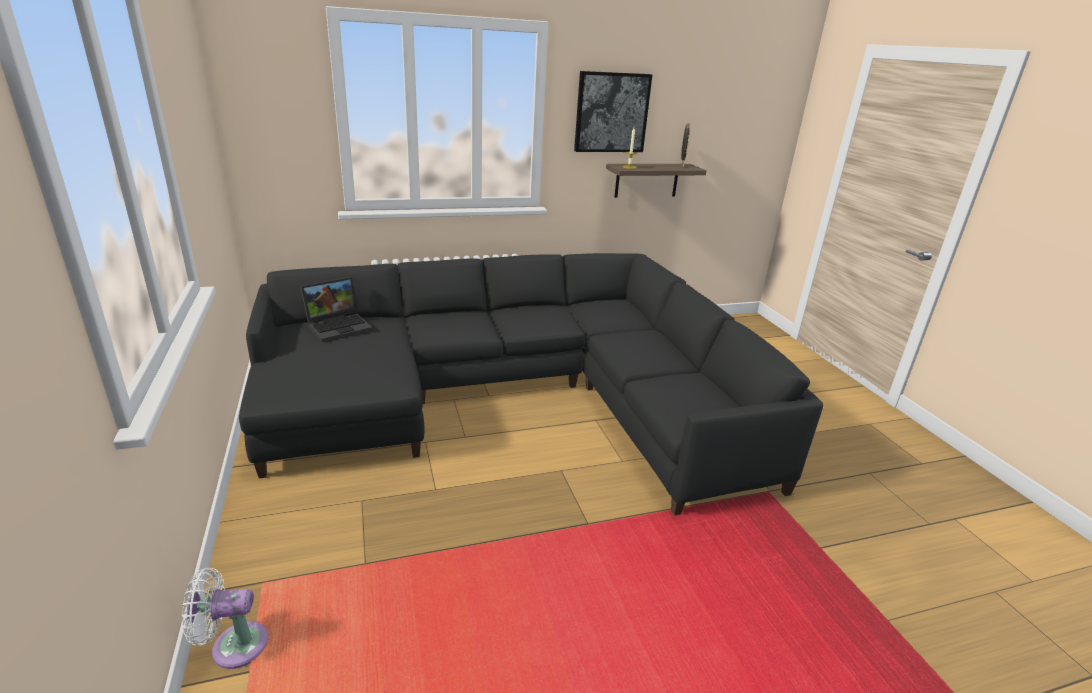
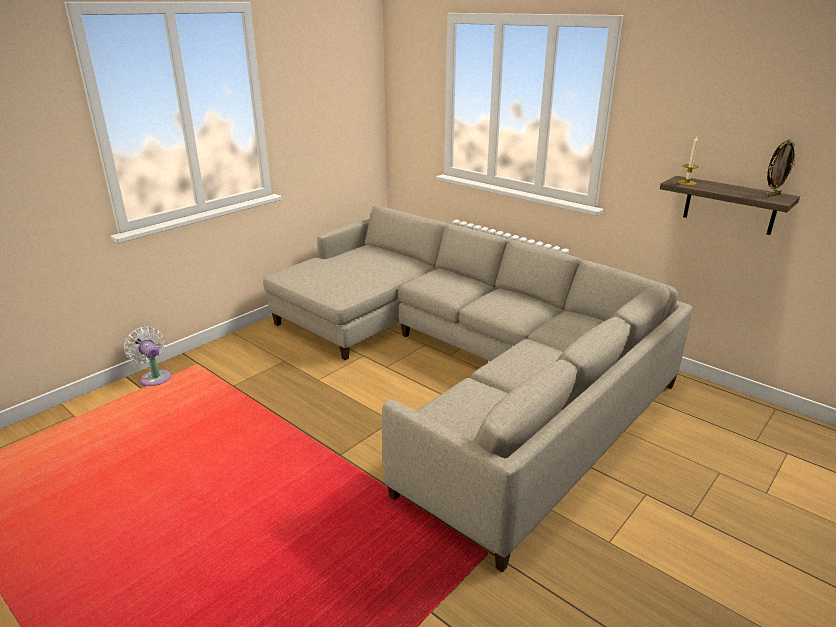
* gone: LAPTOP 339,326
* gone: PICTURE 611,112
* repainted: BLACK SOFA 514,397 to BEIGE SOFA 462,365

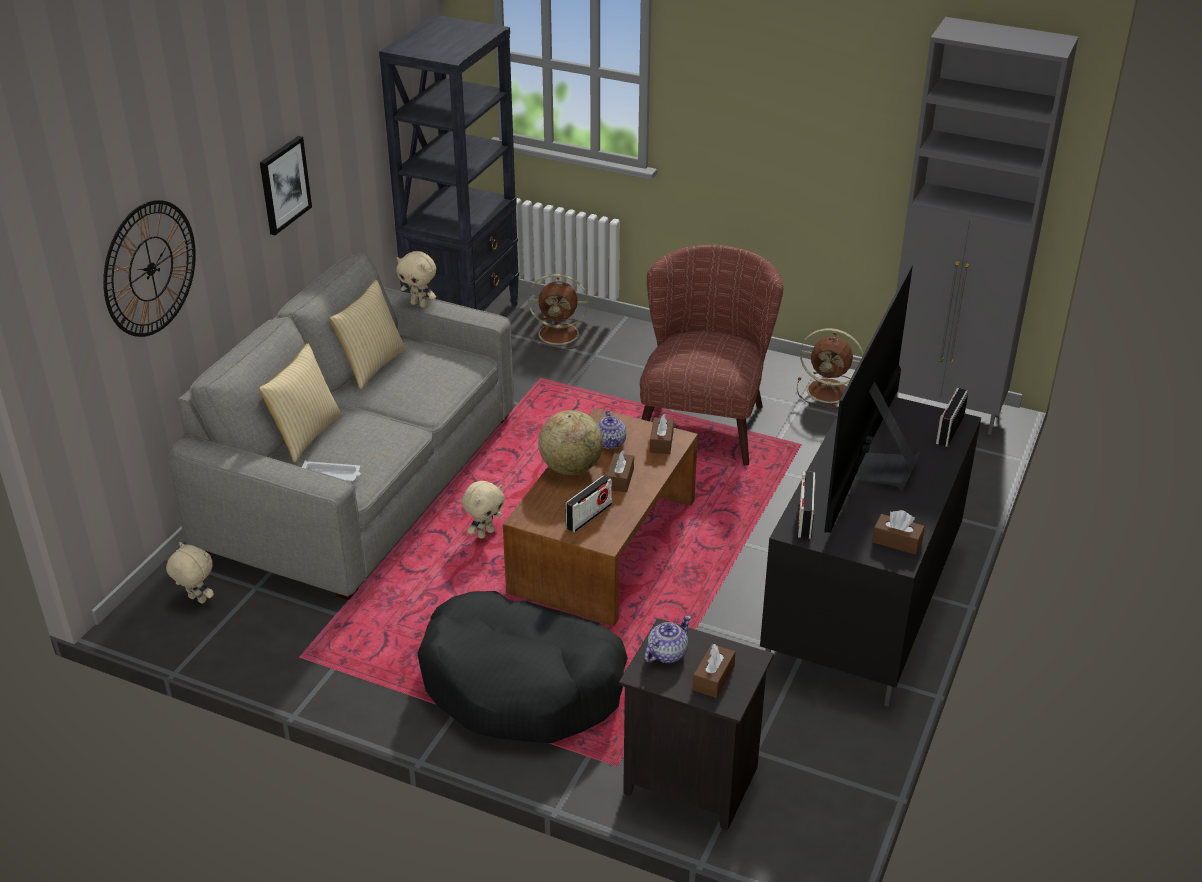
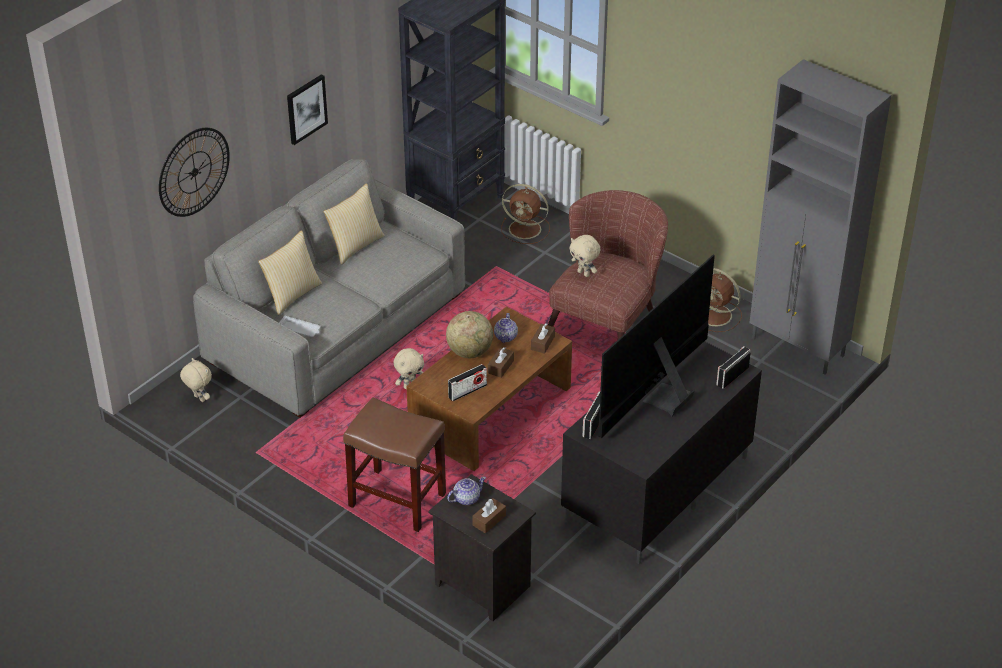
* gone: BROWN TISSUE BOX 897,541
* shifted: BEIGE PLUSH TOY 419,304 to 584,273
* swapped: BLACK DOG BED 522,685 to BROWN STOOL 396,500

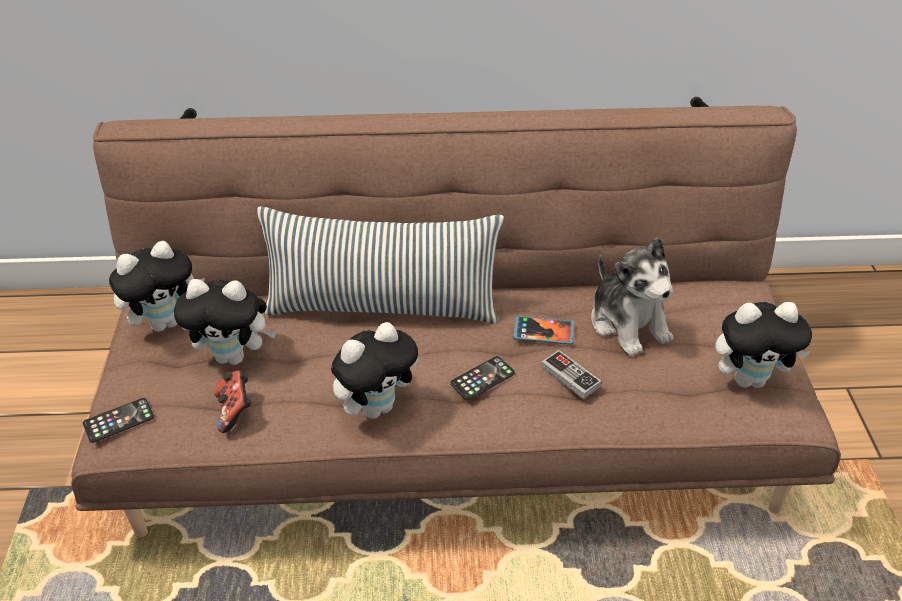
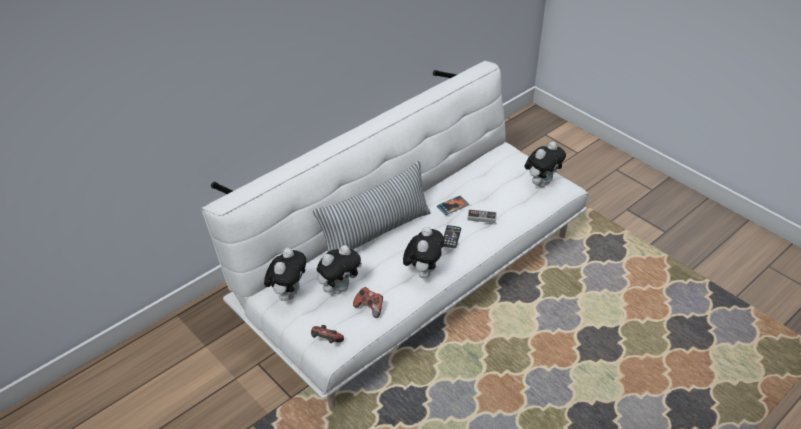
* gone: PLUSH TOY 628,324
* swapped: PHONE 119,420 to GAME CONTROLLER 326,341
* repainted: BROWN SOFA 452,423 to WHITE SOFA 412,278

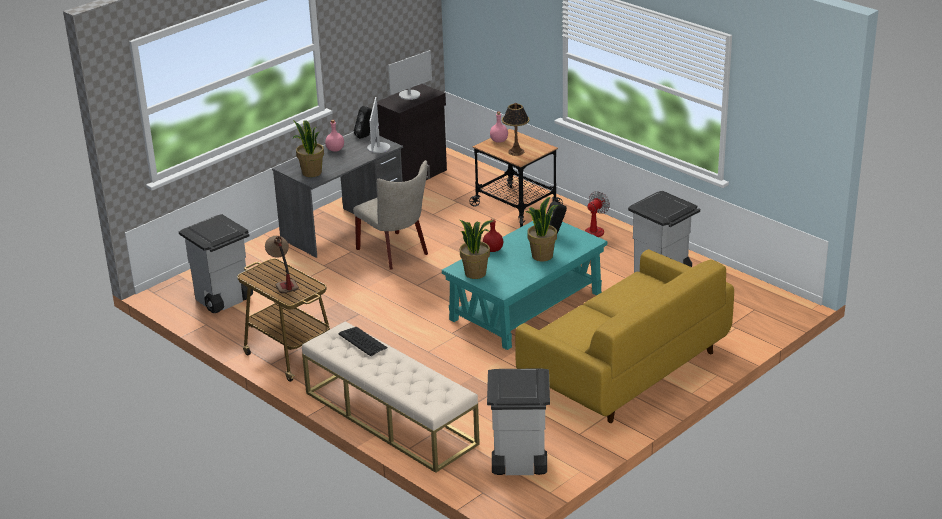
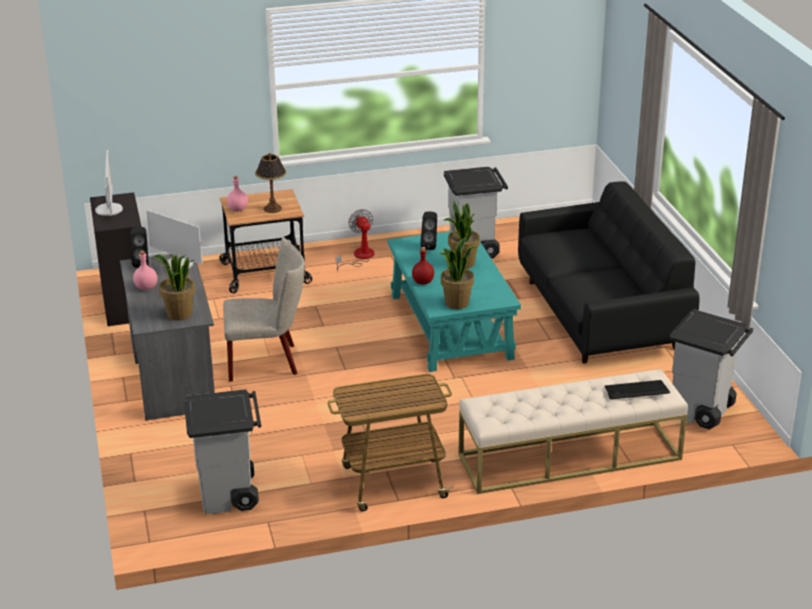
* gone: TABLE LAMP 283,281
* shifted: KEYBOARD 362,342 to 636,390
* repainted: YELLOW SOFA 624,367 to BLACK SOFA 600,315

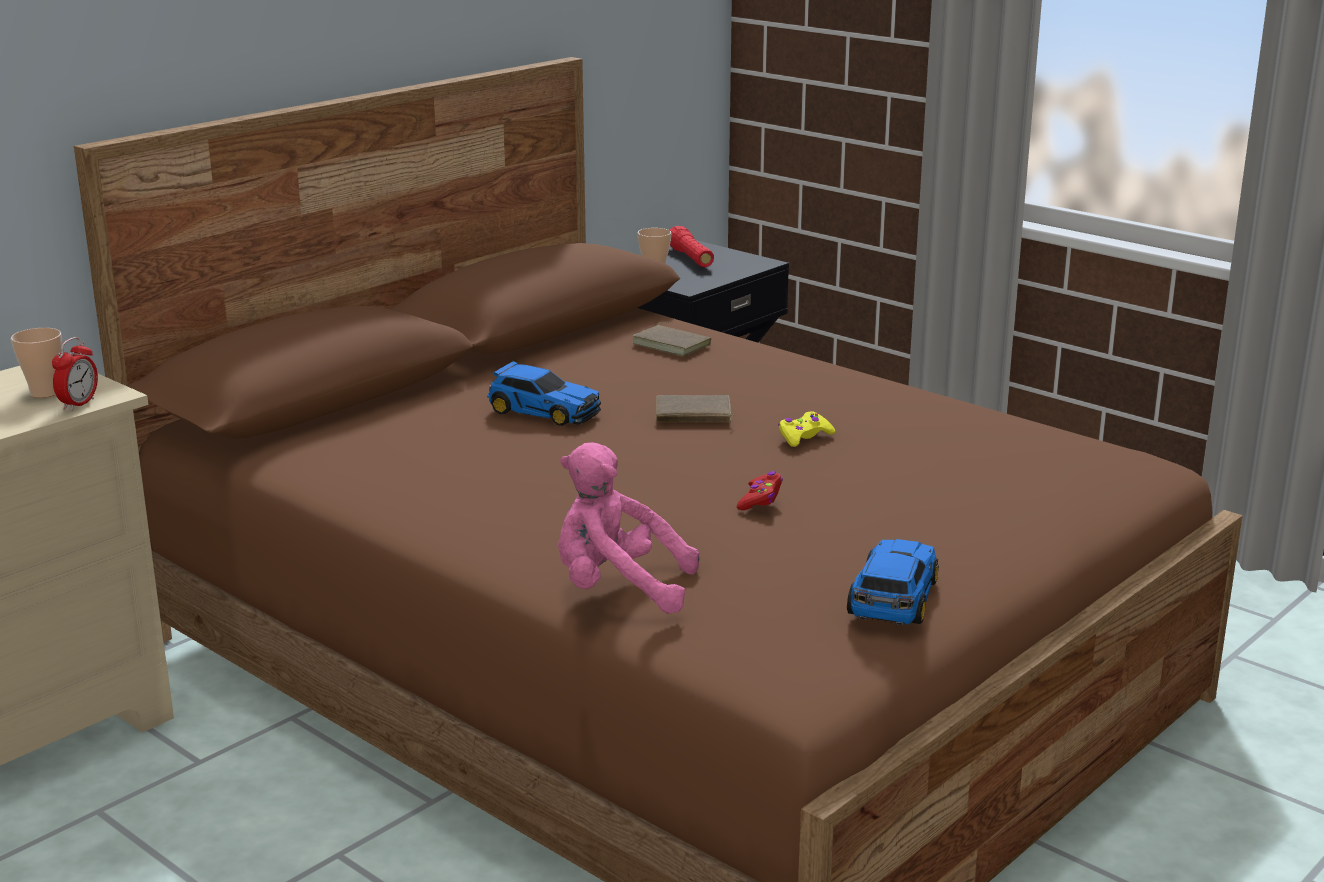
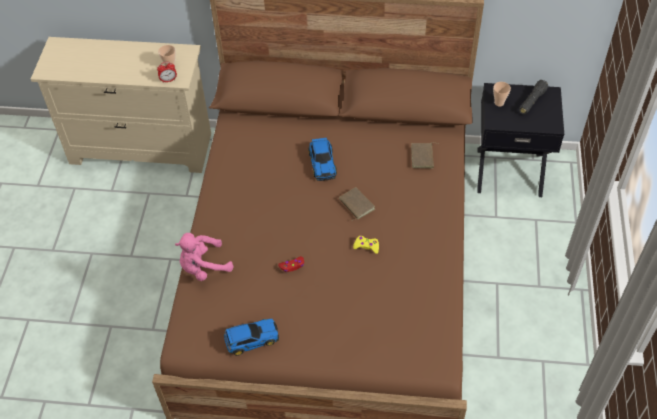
* repainted: RED FLASHLIGHT 691,258 to BLACK FLASHLIGHT 532,101
* rotated: PINK PLUSH TOY 617,590 = 203,267 90 degrees counterclockwise

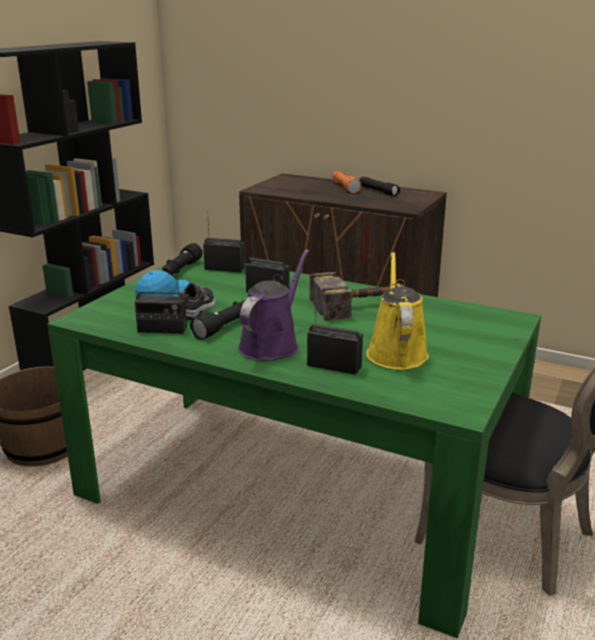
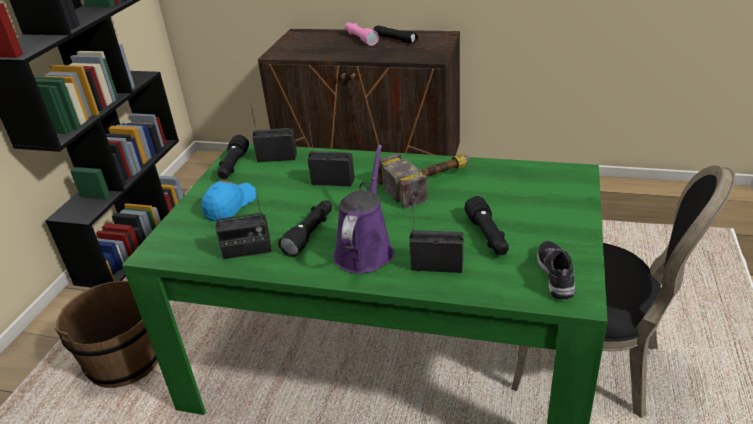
* shifted: SHOE 197,309 to 555,274
* swapped: YELLOW WATERING CAN 396,352 to BLACK FLASHLIGHT 487,236
* repainted: ORANGE FLASHLIGHT 344,187 to PINK FLASHLIGHT 360,39

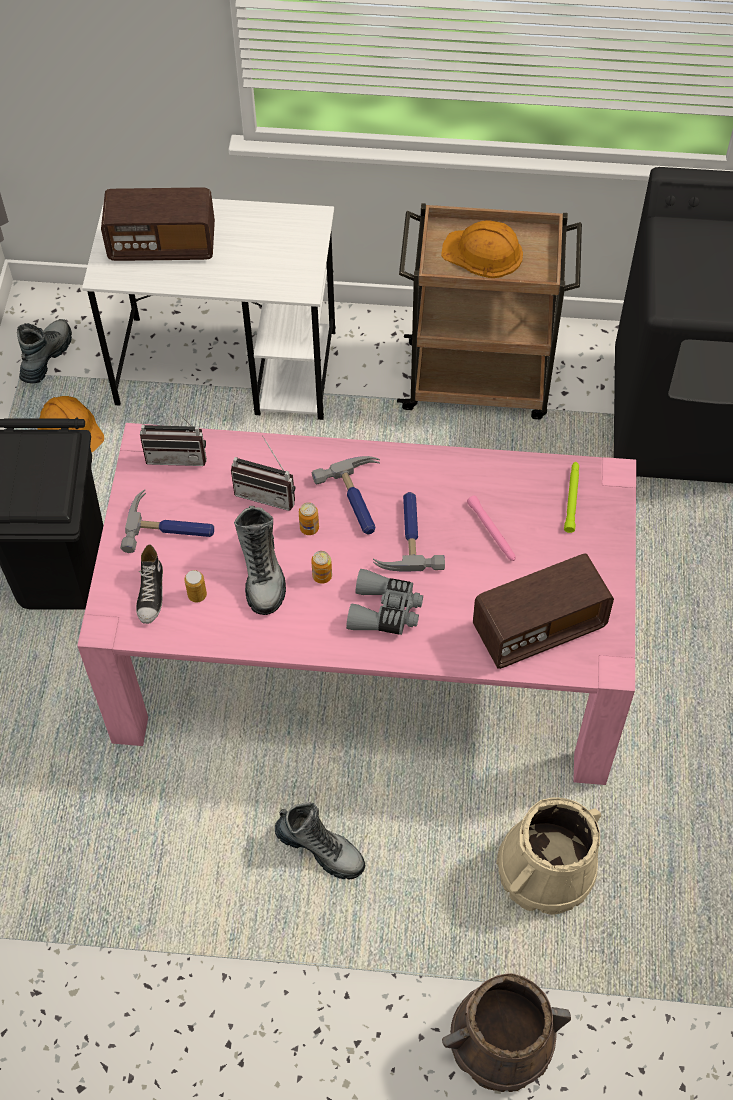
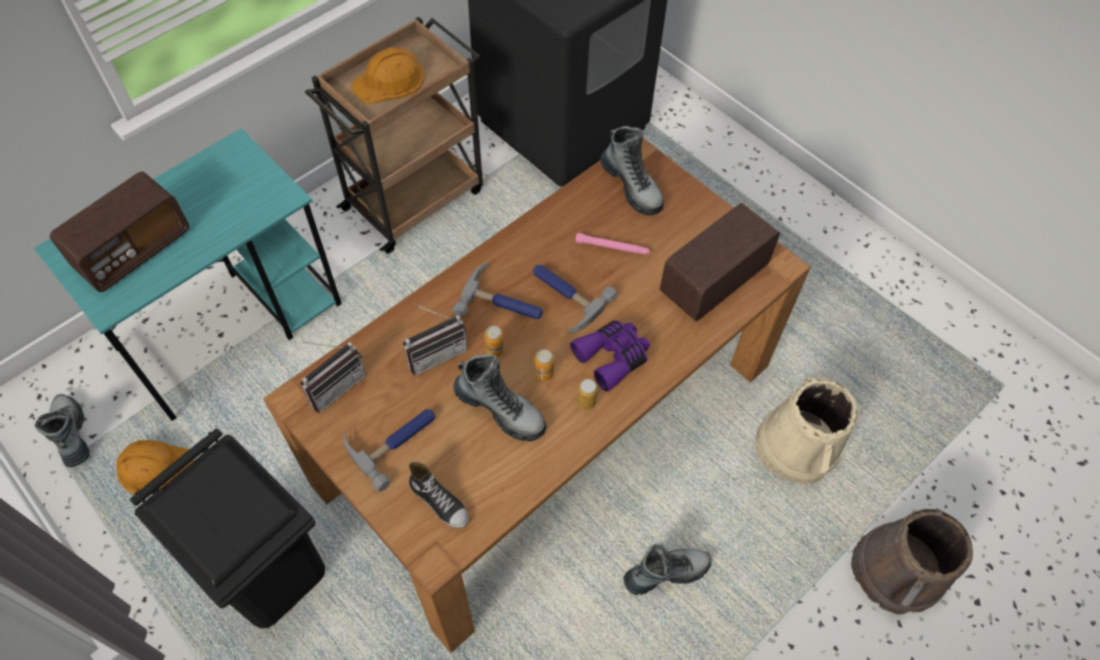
* shifted: CAN 197,595 to 586,402
* swapped: GREEN FLASHLIGHT 572,498 to BOOT 632,186
* repainted: PINK DINING TABLE 368,654 to BROWN DINING TABLE 547,423
* repainted: WHITE DESK 228,368 to TURQUOISE DESK 232,325
* repainted: GREY BINOCULARS 385,611 to PURPLE BINOCULARS 613,357
* rotated: RADIO 538,628 = 714,280 150 degrees counterclockwise

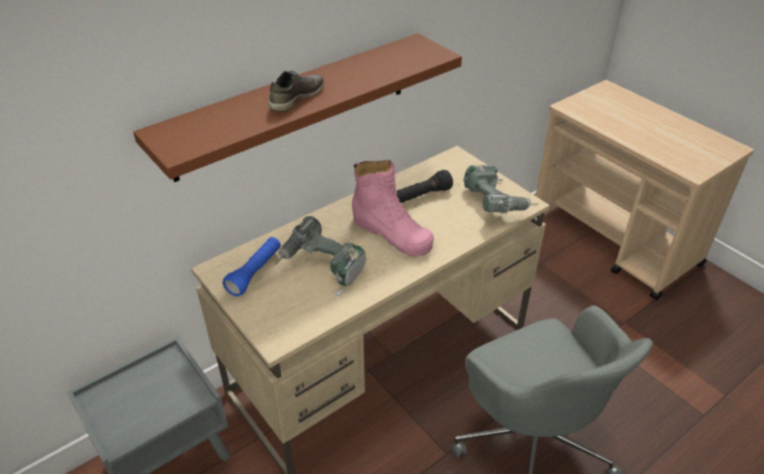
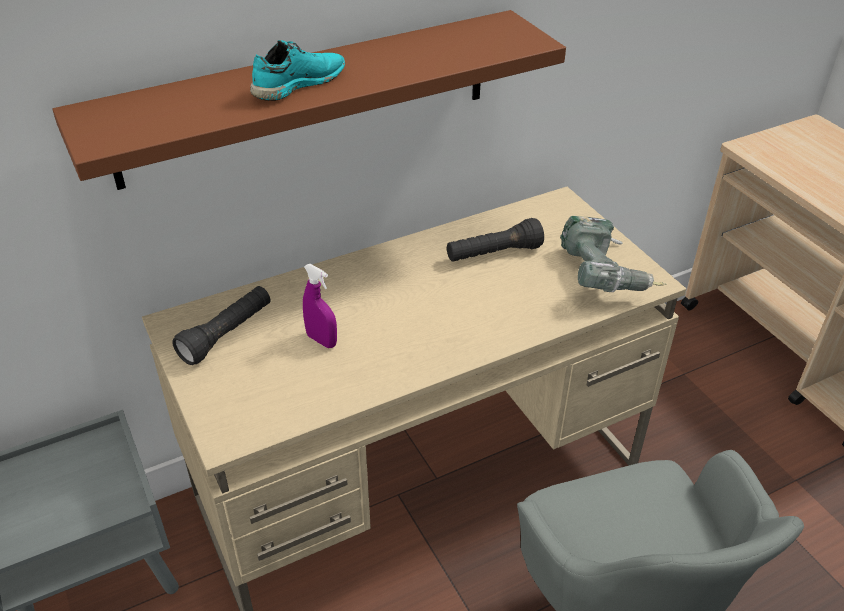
* gone: PINK BOOT 392,233
* swapped: POWER DRILL 321,268 to PURPLE SPRAY BOTTLE 321,340
* repainted: BLUE FLASHLIGHT 255,273 to BLACK FLASHLIGHT 227,334
* repainted: GREY SHOE 296,98 to TURQUOISE SHOE 298,84

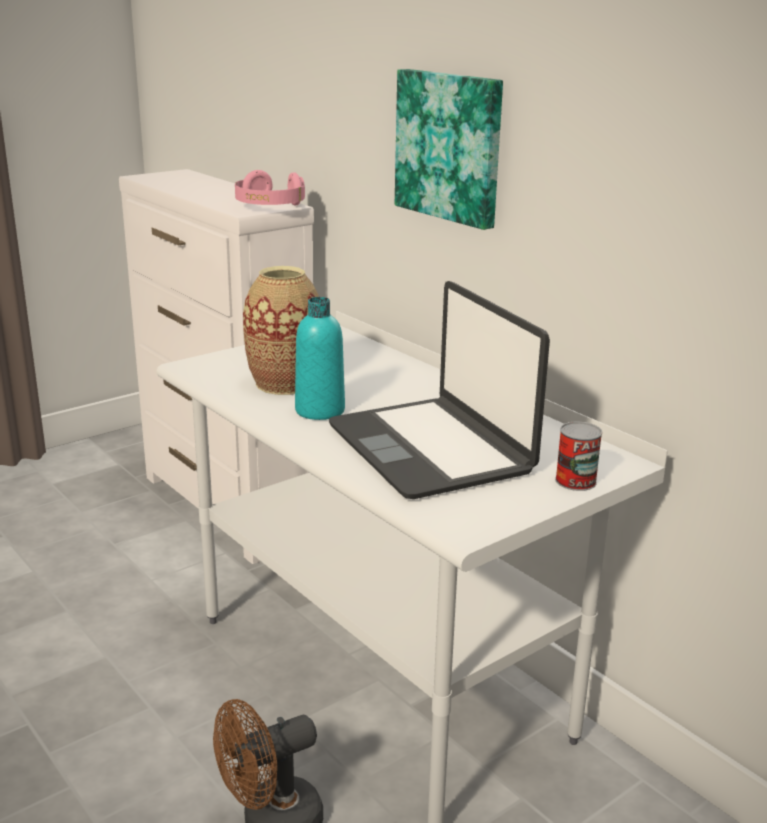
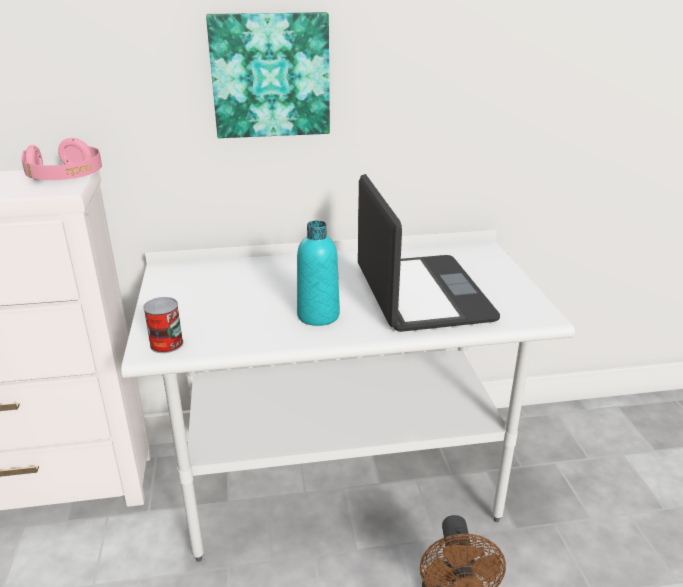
* gone: VASE 284,384
* shifted: CAN 575,481 to 166,344
* rotated: LAPTOP 431,449 = 421,294 105 degrees counterclockwise

